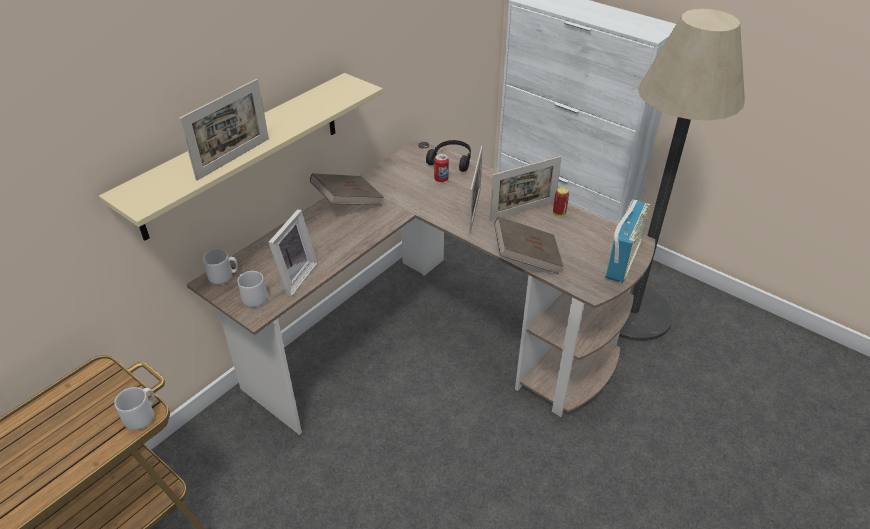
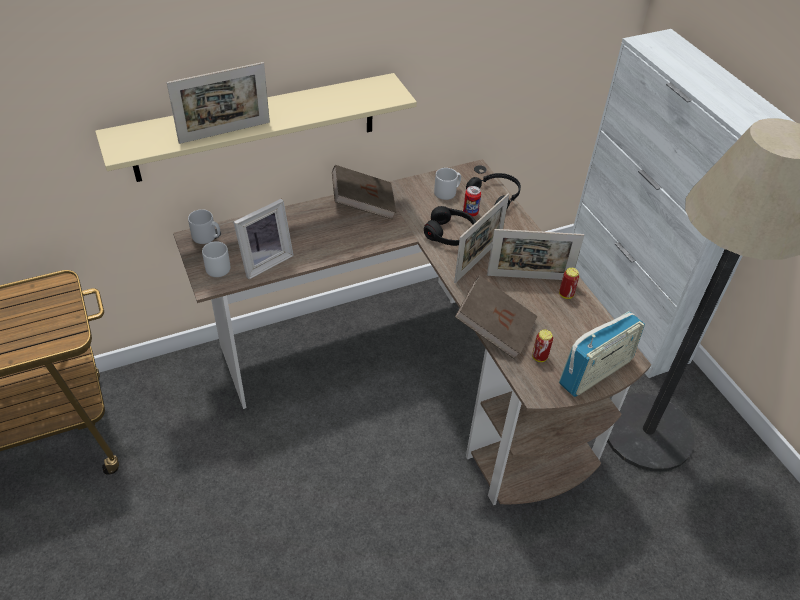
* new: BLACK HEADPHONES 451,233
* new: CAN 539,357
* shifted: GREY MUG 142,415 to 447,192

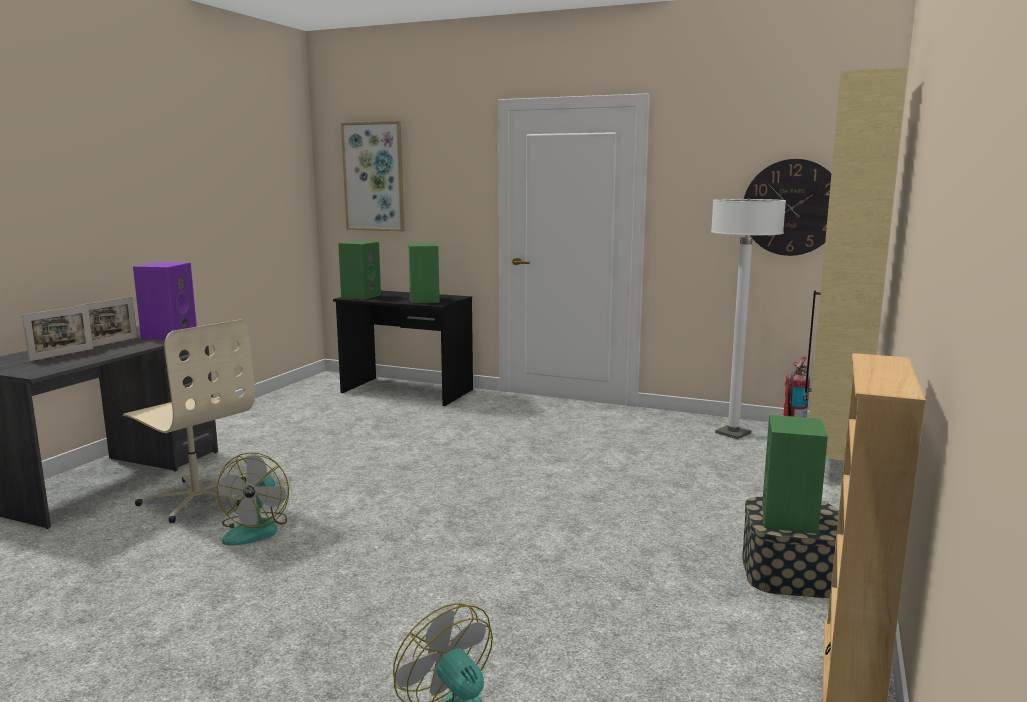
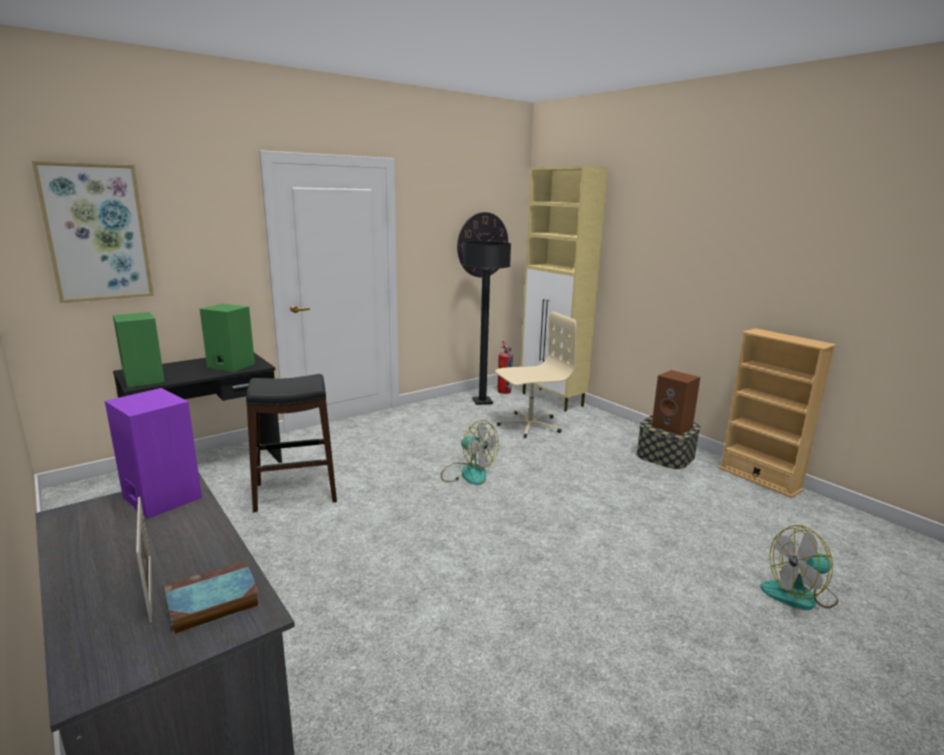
* gone: PICTURE FRAME 110,343
* new: BOOK 211,603
* new: BLACK STOOL 295,493
* shifted: BEIGE OFFICE CHAIR 197,498 to 529,425
* shifted: FAN 257,529 to 467,473
* repainted: WHITE FLOOR LAMP 733,433 to BLACK FLOOR LAMP 482,401
* repainted: GREEN SPEAKER 790,519 to BROWN SPEAKER 673,427

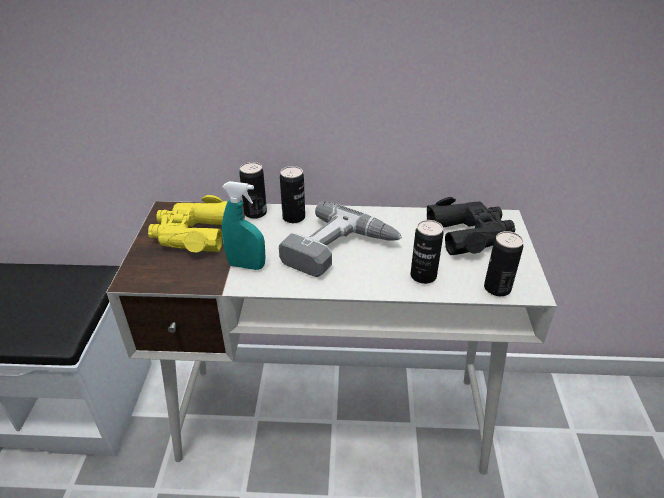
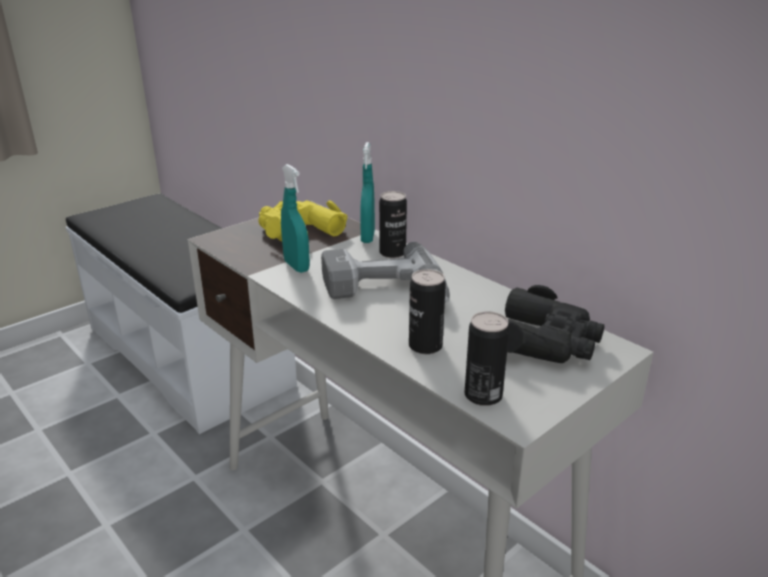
* swapped: CAN 255,213 to TURQUOISE SPRAY BOTTLE 367,237

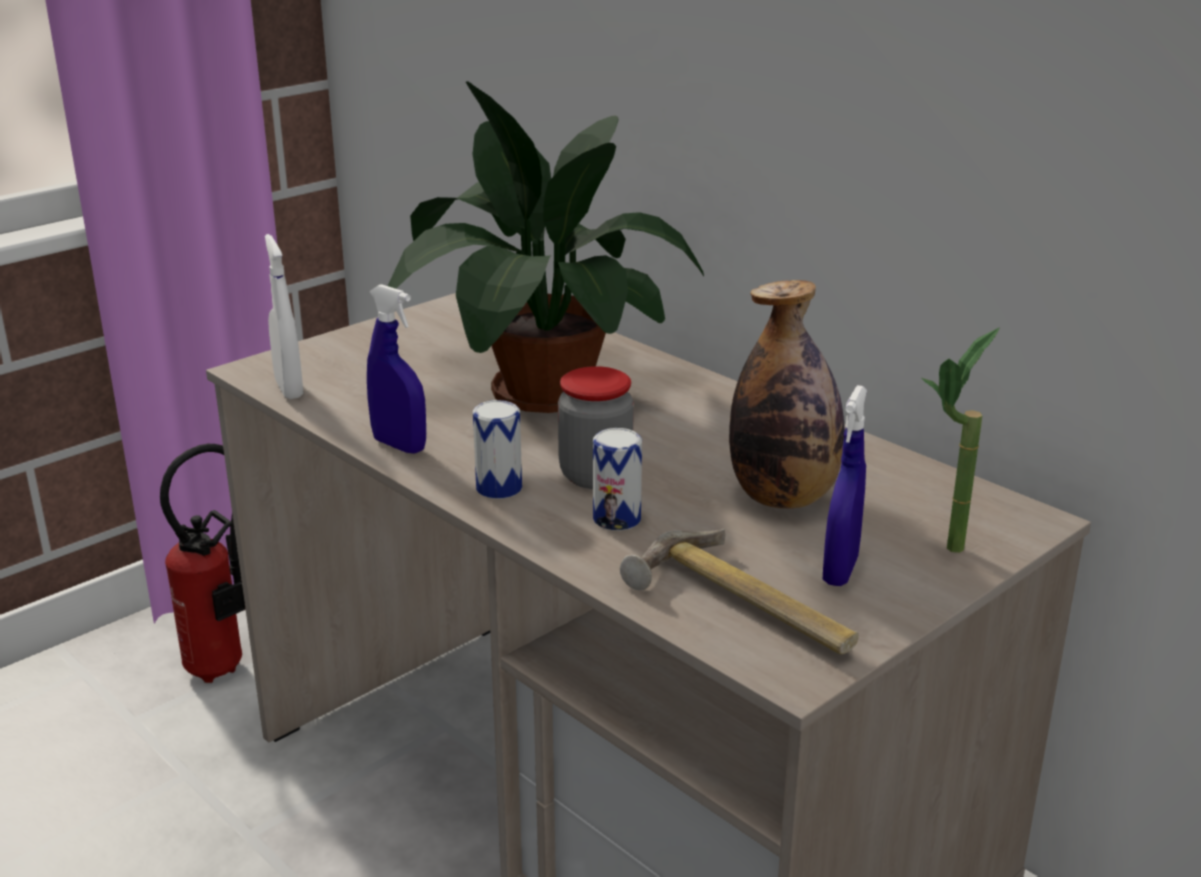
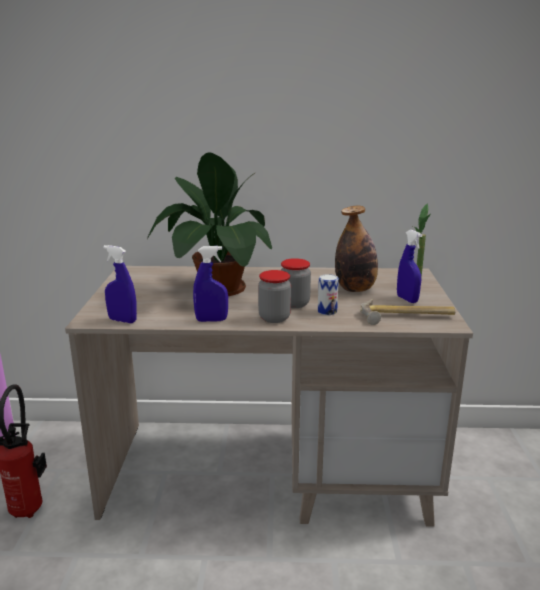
* swapped: CAN 499,488 to JAR 274,318
* repainted: WHITE SPRAY BOTTLE 289,389 to BLUE SPRAY BOTTLE 122,320

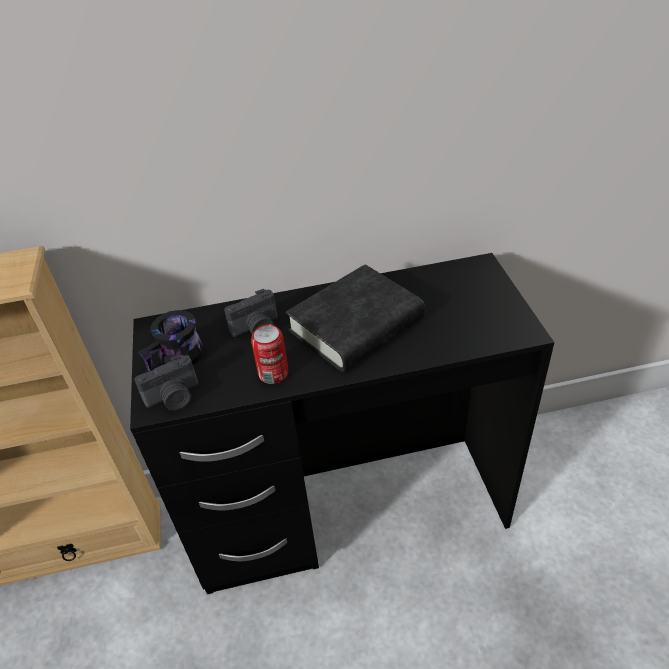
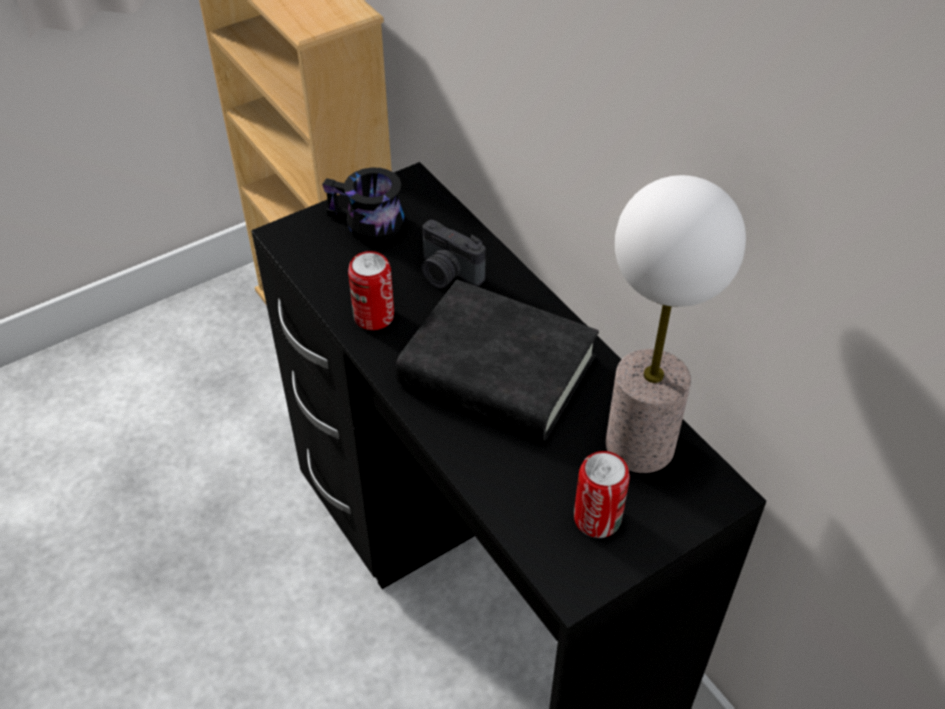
* gone: PHOTO CAMERA 174,398
* new: CAN 597,519
* new: TABLE LAMP 640,445

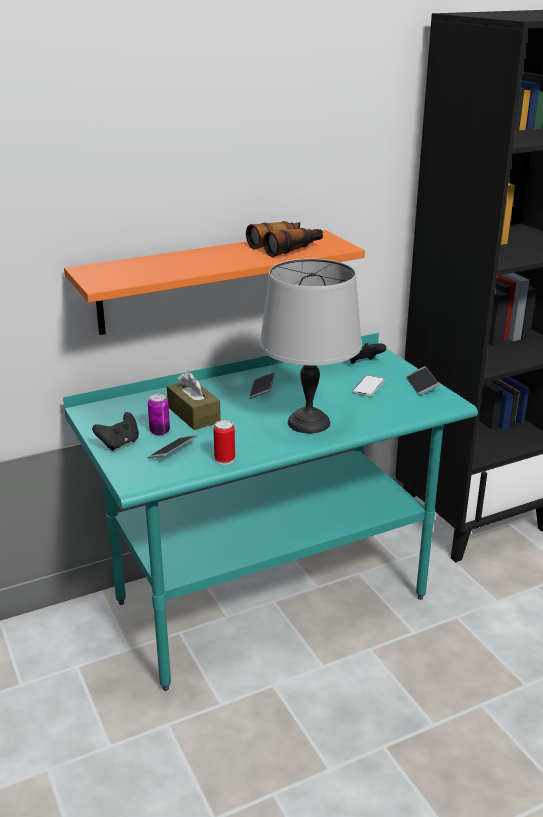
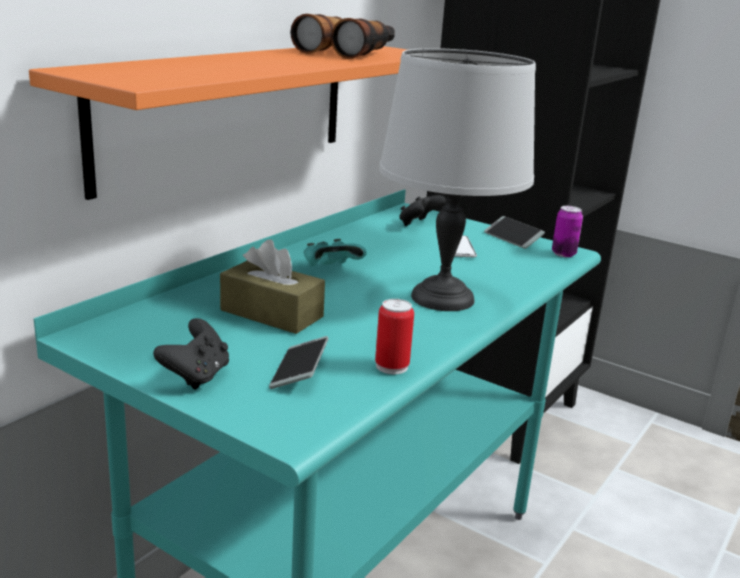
* shifted: CAN 159,431 to 563,254
* swapped: PHONE 262,390 to TURQUOISE GAME CONTROLLER 331,268

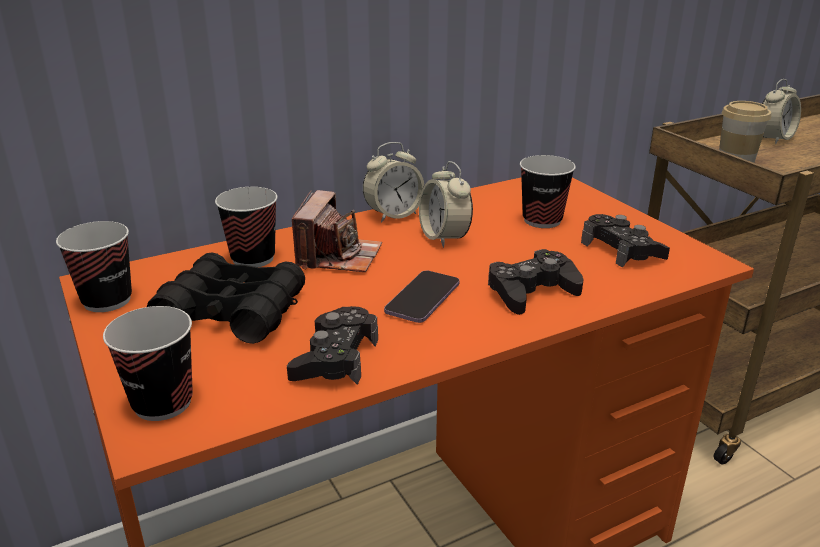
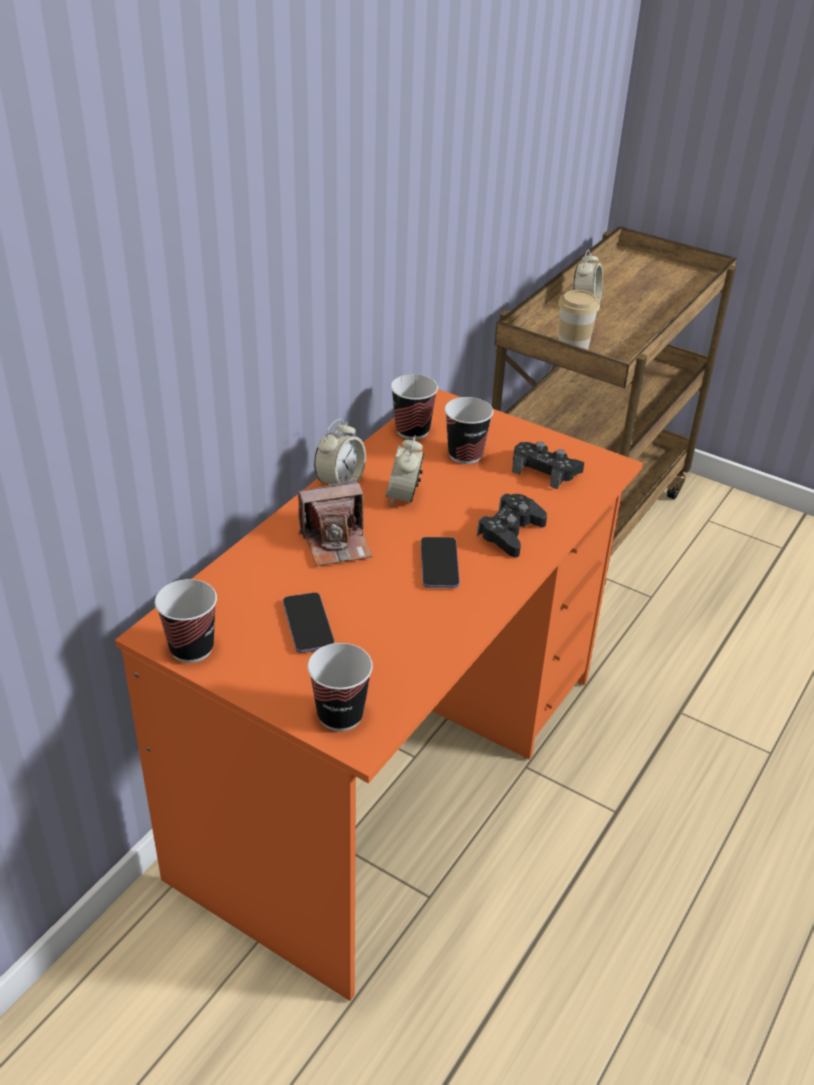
* gone: BLACK GAME CONTROLLER 335,358
* shifted: CUP 253,258 to 412,431
* swapped: BLACK BINOCULARS 232,312 to PHONE 308,624
* rotated: PHOTO CAMERA 338,256 = 336,543 90 degrees clockwise
* rotated: ALARM CLOCK 444,237 = 404,496 60 degrees clockwise

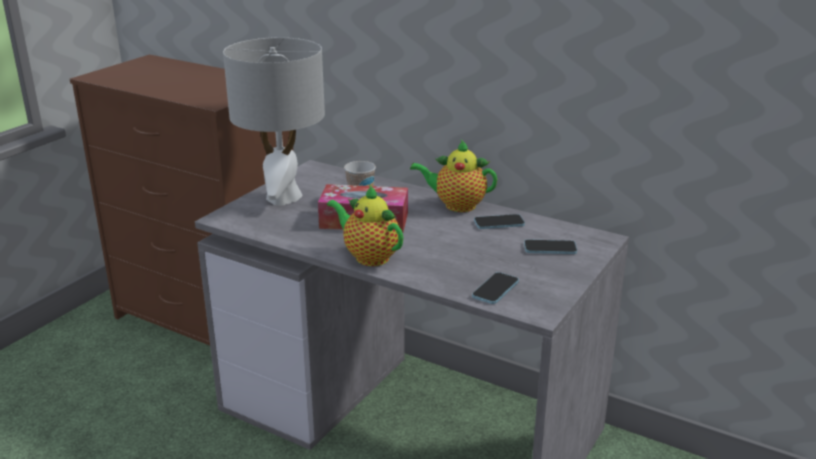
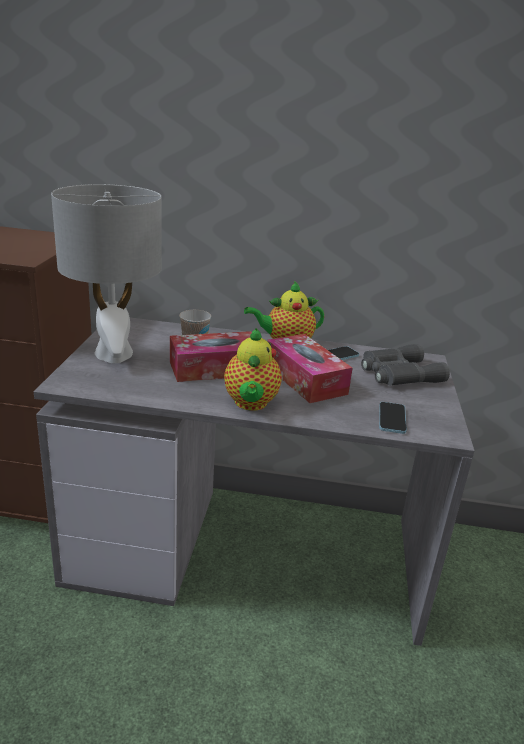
* new: TISSUE BOX 305,379
* swapped: PHONE 550,248 to GREY BINOCULARS 398,373
* rotated: TEAPOT 369,256 = 250,404 105 degrees counterclockwise

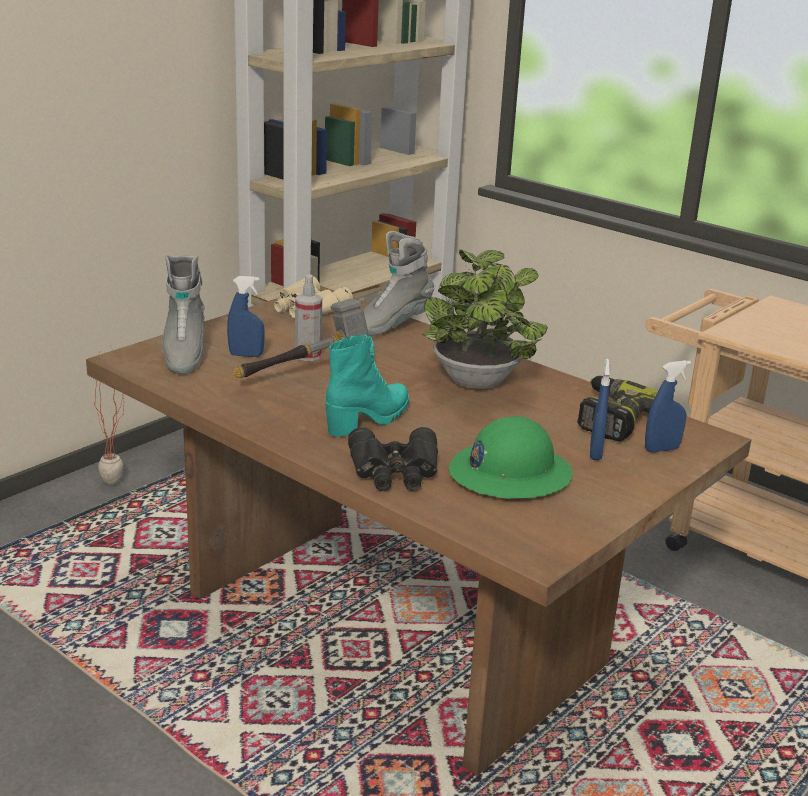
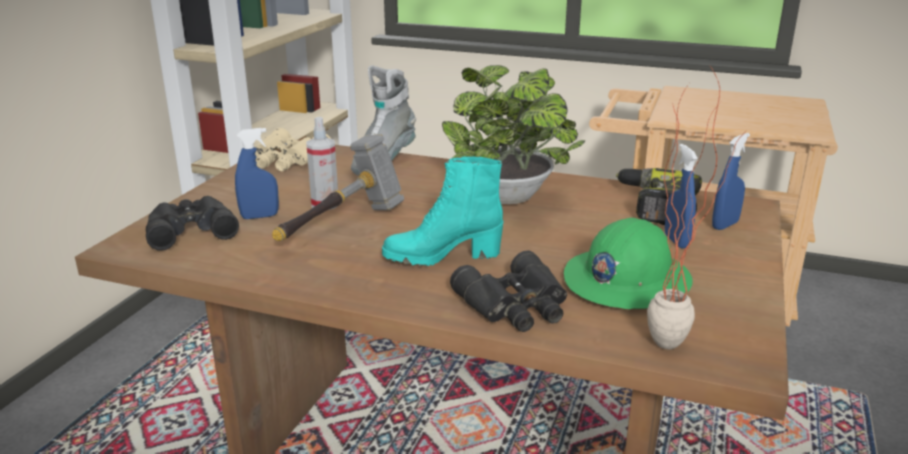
* shifted: POTTED PLANT 120,483 to 677,341
* swapped: GREY BOOT 183,355 to BLACK BINOCULARS 190,229
* rotated: TURQUOISE BOOT 369,420 = 442,256 120 degrees counterclockwise

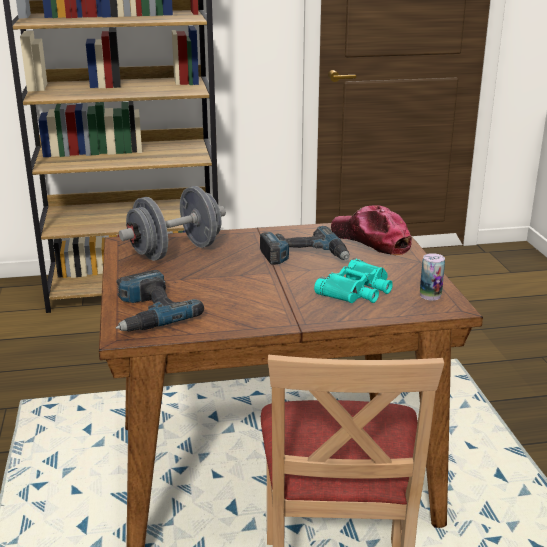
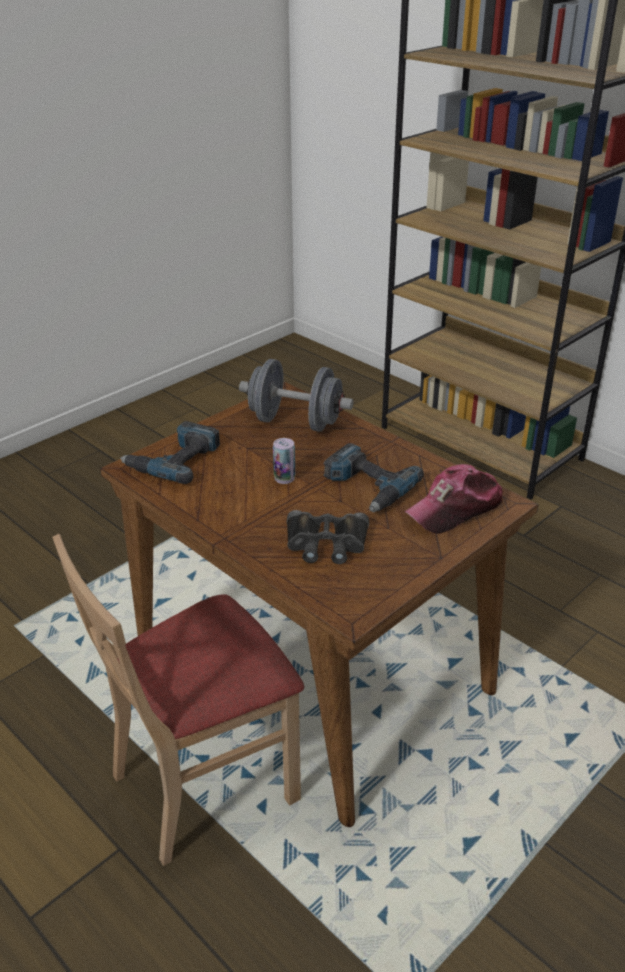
* shifted: CAN 430,295 to 284,478
* repainted: TURQUOISE BINOCULARS 357,290 to BLACK BINOCULARS 326,543
* rotated: CAP 370,240 = 455,509 135 degrees counterclockwise

